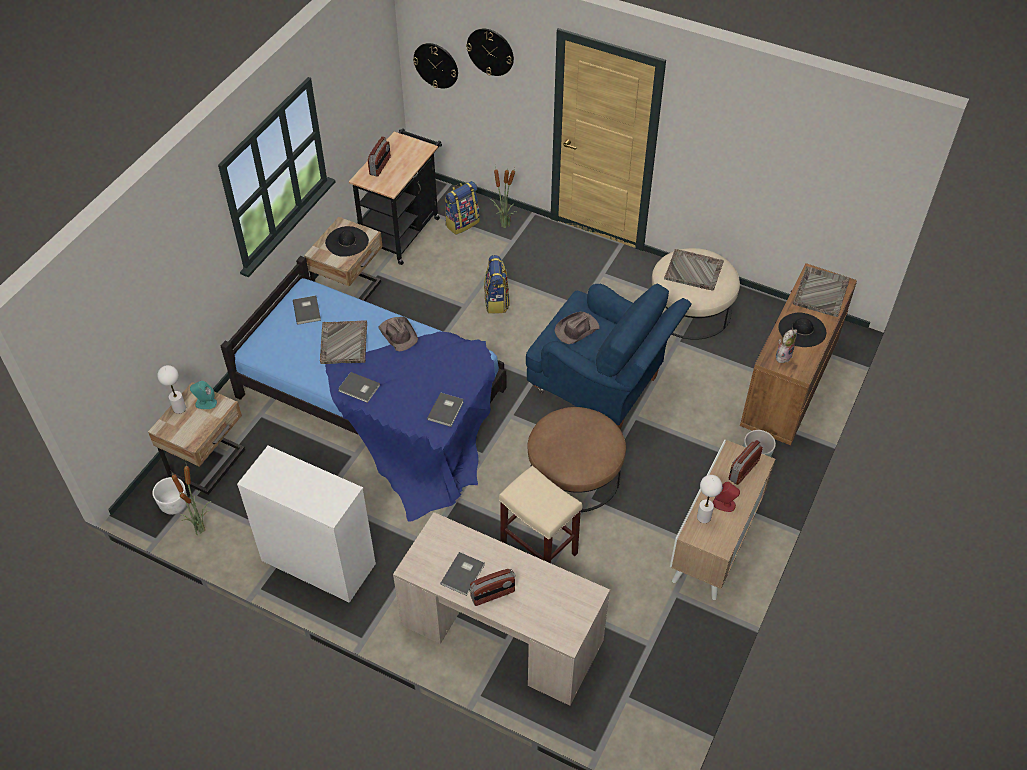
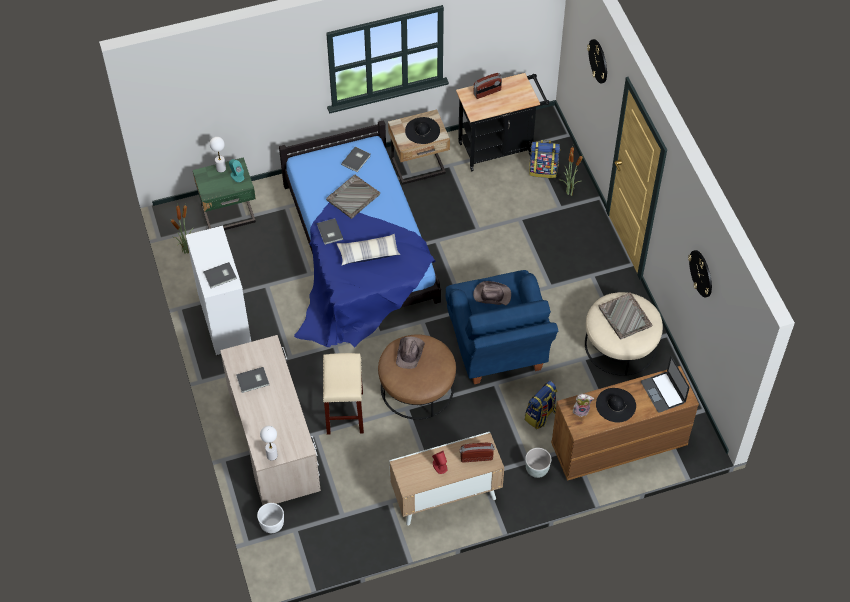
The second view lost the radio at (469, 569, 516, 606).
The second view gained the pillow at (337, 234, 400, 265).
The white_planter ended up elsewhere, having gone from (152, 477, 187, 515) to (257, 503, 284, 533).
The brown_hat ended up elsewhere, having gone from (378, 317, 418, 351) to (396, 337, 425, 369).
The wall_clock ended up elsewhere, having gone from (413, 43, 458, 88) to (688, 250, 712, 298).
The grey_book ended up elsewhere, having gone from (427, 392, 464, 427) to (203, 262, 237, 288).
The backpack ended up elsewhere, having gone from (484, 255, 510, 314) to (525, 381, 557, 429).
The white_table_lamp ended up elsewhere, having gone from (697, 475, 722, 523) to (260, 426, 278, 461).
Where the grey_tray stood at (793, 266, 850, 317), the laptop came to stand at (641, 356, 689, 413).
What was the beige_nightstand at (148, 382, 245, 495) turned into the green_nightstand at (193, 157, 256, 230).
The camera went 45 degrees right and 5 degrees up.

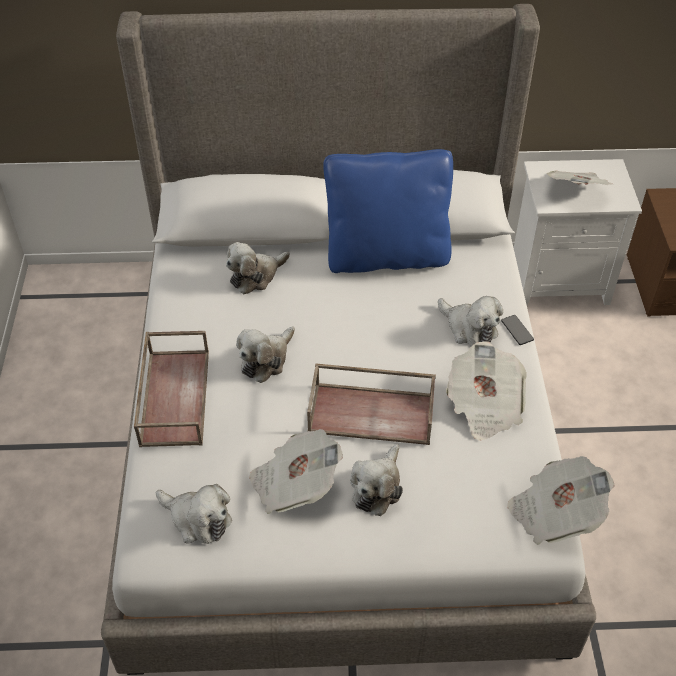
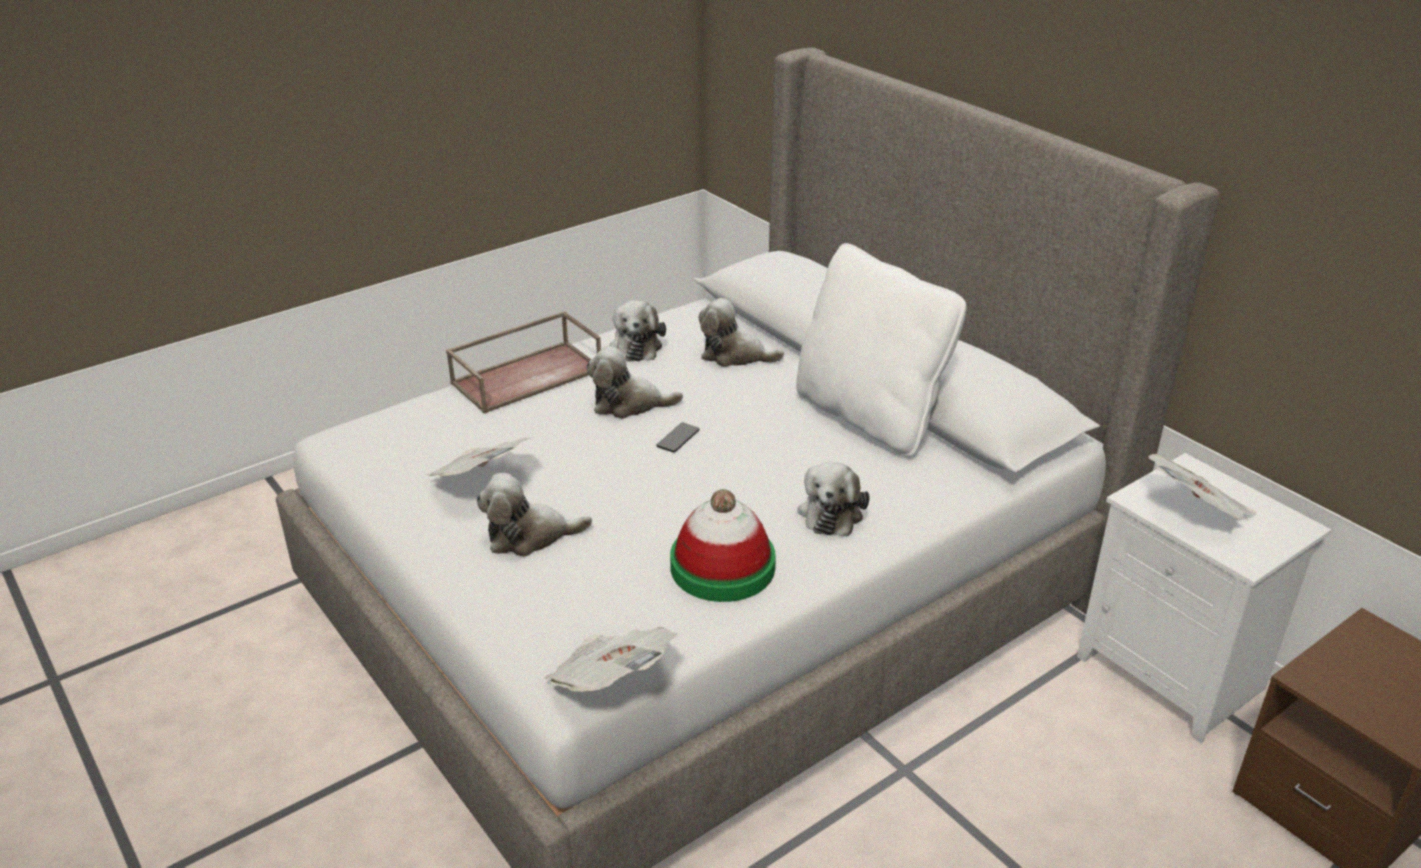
The second view lost the brown_tray at (307, 363, 436, 445).
The plush_toy ended up elsewhere, having gone from (156, 484, 232, 544) to (609, 300, 666, 362).
The phone ended up elsewhere, having gone from (501, 315, 534, 345) to (656, 423, 700, 452).
Where the newspaper stood at (446, 341, 527, 441), the hat came to stand at (670, 489, 776, 602).
What was the blue_pillow at (323, 149, 453, 273) turned into the white_pillow at (796, 243, 967, 457).
The camera went 55 degrees right and 15 degrees down.

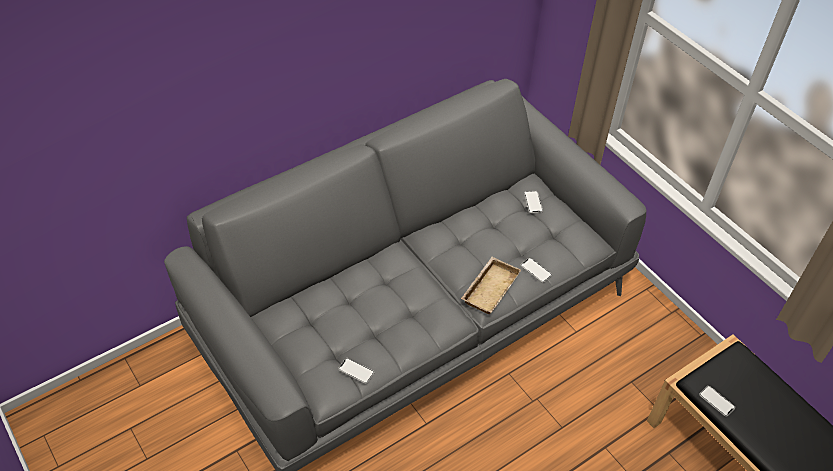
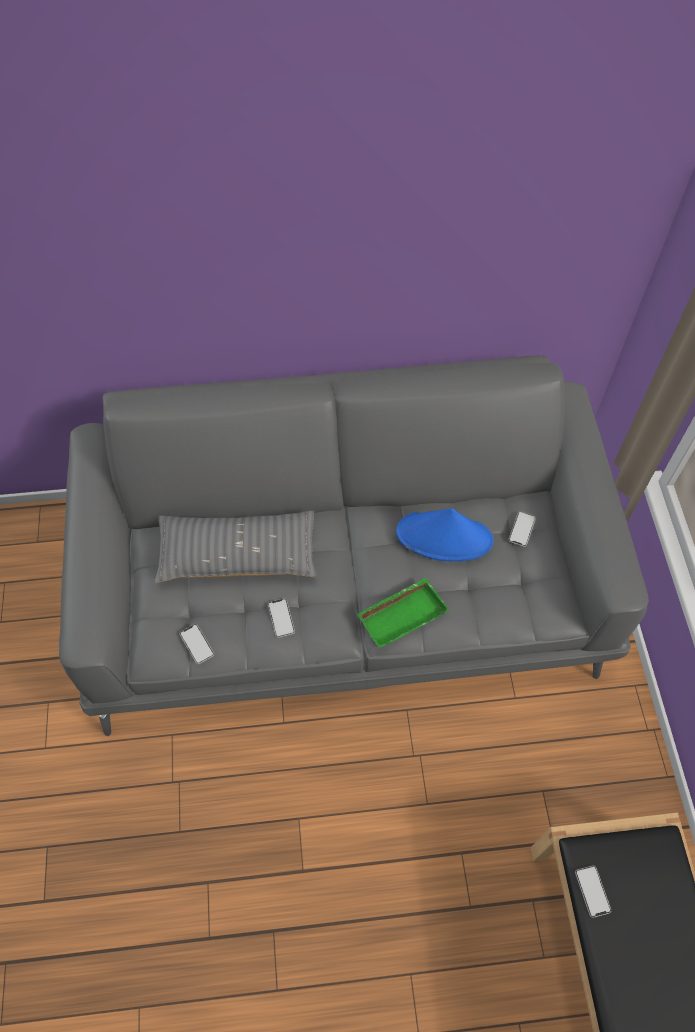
The second view gained the grey_pillow at (154, 511, 317, 583).
The second view gained the blue_hat at (396, 508, 494, 562).
The phone ended up elsewhere, having gone from (521, 258, 552, 283) to (268, 598, 295, 638).
What was the beige_tray at (461, 257, 521, 314) turned into the green_tray at (357, 578, 449, 648).
The camera went 30 degrees right and 10 degrees up.

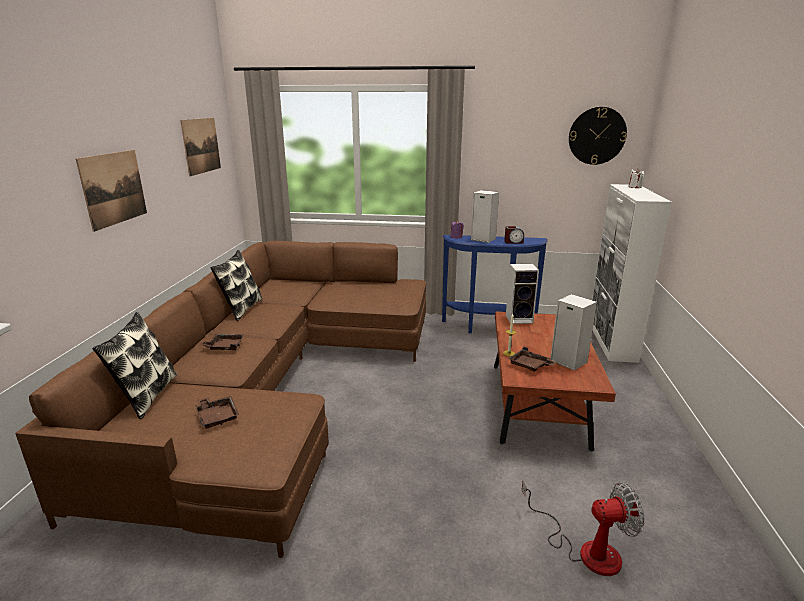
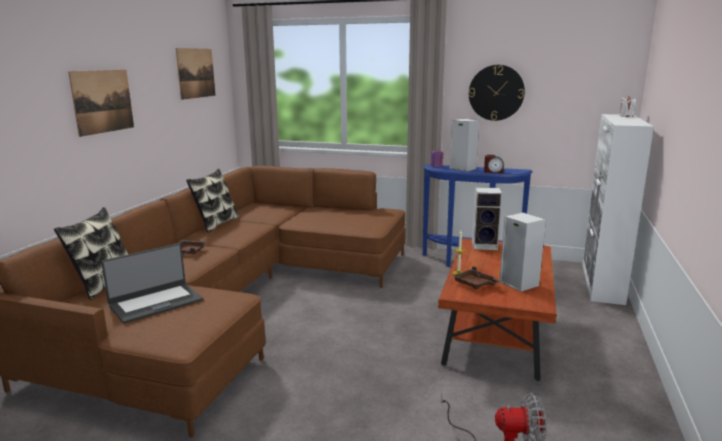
The wall_clock ended up elsewhere, having gone from (569, 107, 627, 165) to (469, 65, 525, 121).
Where the brown_tray stood at (195, 396, 239, 429), the laptop came to stand at (101, 243, 203, 324).
The camera went 10 degrees right and 5 degrees down.

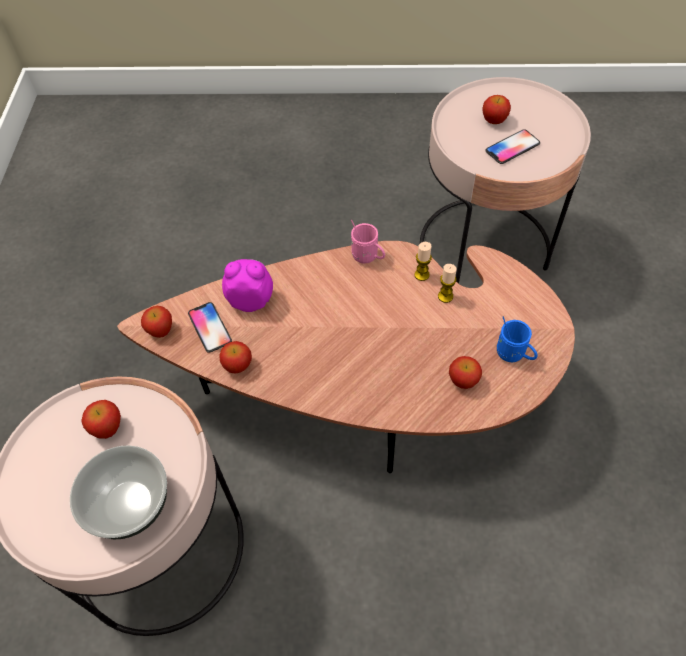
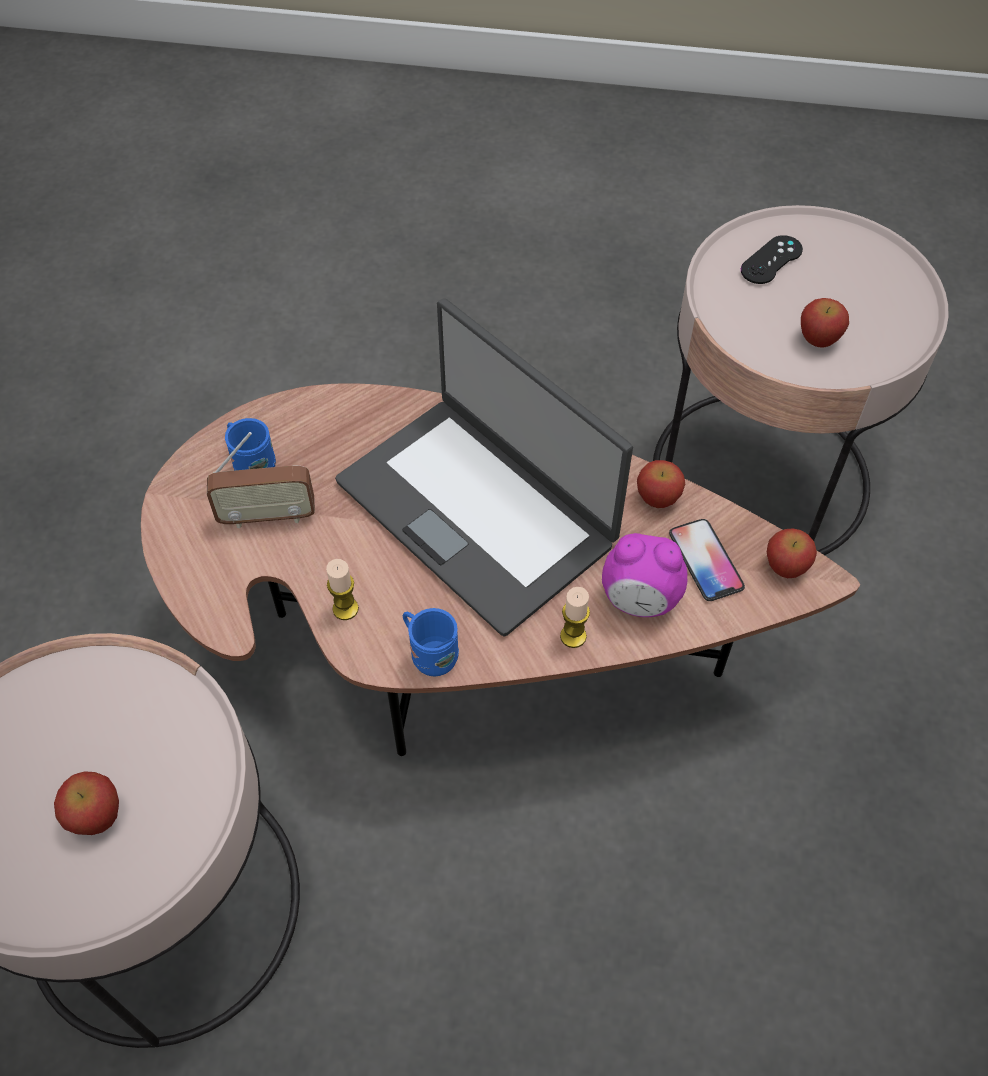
The second view lost the apple at (449, 356, 482, 389).
The second view lost the phone at (485, 129, 540, 164).
The second view gained the radio at (207, 432, 315, 528).
The second view gained the laptop at (335, 298, 633, 637).
The candle ended up elsewhere, having gone from (438, 264, 457, 303) to (560, 587, 590, 648).
Where the bowl stood at (70, 445, 167, 539), the black_game_controller came to stand at (741, 235, 803, 284).
What was the pink_mug at (351, 220, 385, 264) turned into the blue_mug at (403, 608, 459, 677).
The camera went 175 degrees left and 0 degrees up.

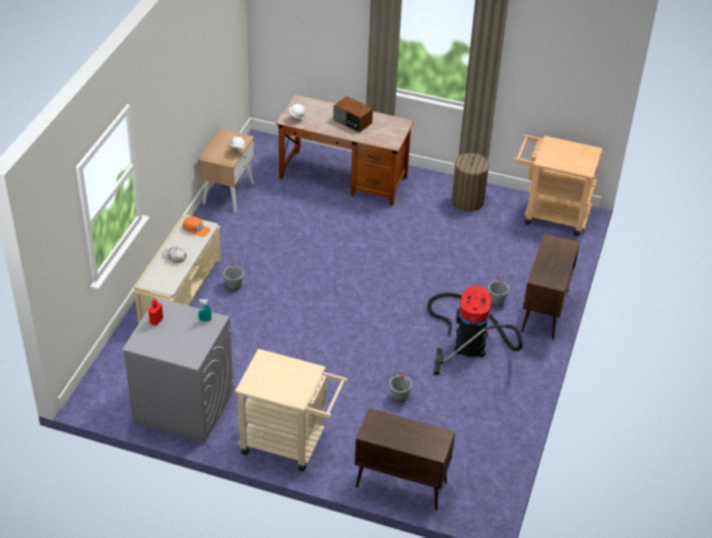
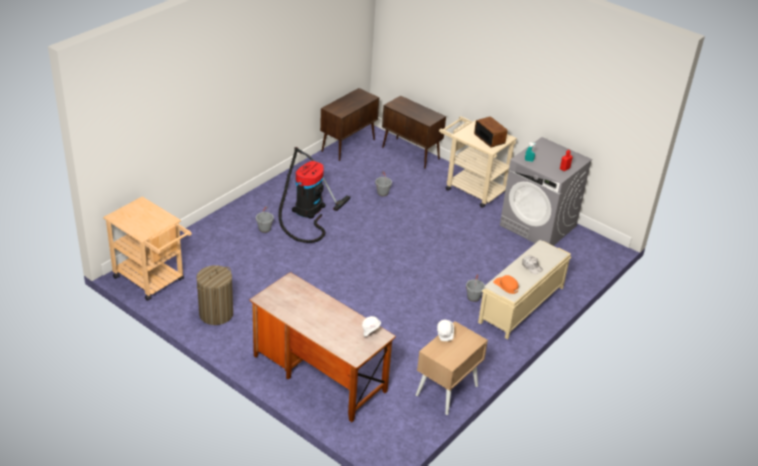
The radio ended up elsewhere, having gone from (333, 96, 373, 132) to (474, 116, 507, 148).
The brown_cabinet ended up elsewhere, having gone from (521, 234, 580, 340) to (320, 88, 379, 161).
The camera went 160 degrees left and 5 degrees down.

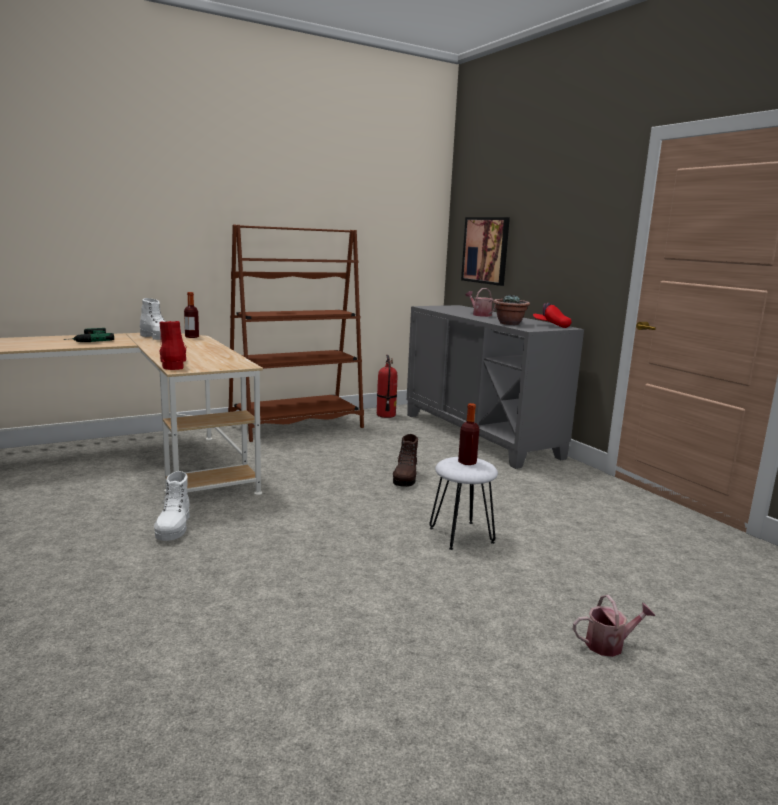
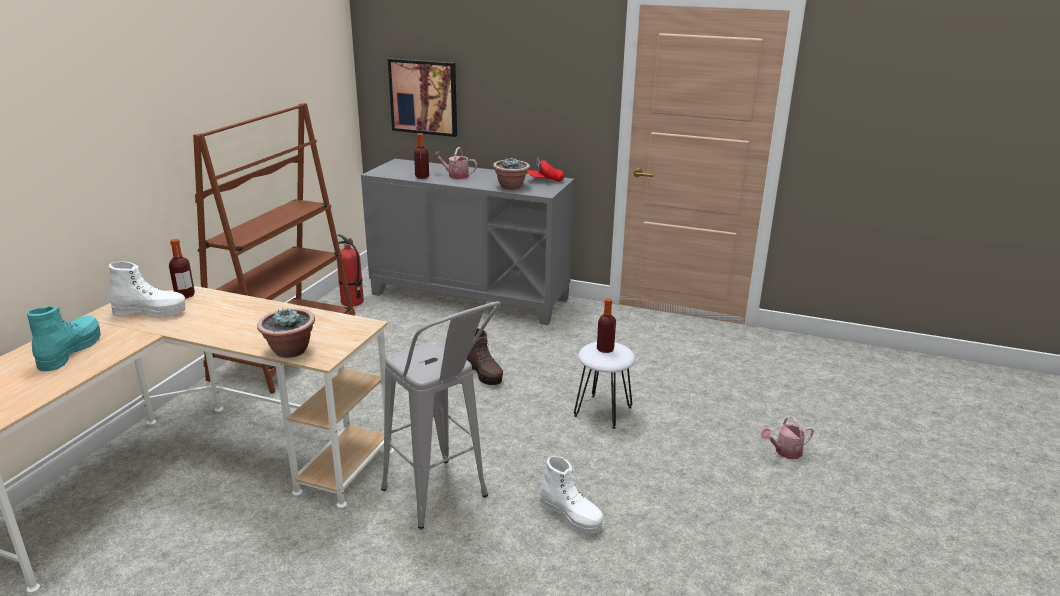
The second view gained the grey_stool at (381, 301, 501, 529).
The second view gained the bottle at (414, 133, 429, 179).
The white_boot ended up elsewhere, having gone from (154, 471, 190, 541) to (540, 456, 603, 534).
Where the power_drill stood at (64, 328, 114, 342), the turquoise_boot came to stand at (27, 306, 101, 371).
Where the red_boot stood at (159, 321, 187, 370), the potted_plant came to stand at (257, 308, 315, 358).
The watering_can at (573, 595, 655, 657) ended up facing another way, 150 degrees counterclockwise from before.
The camera went 40 degrees left and 10 degrees up.

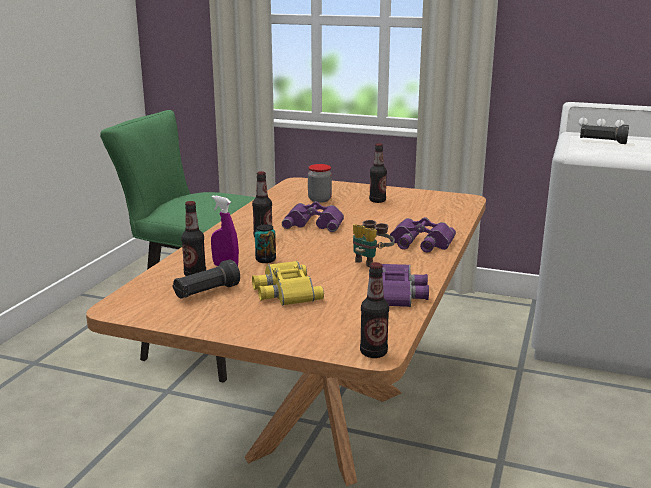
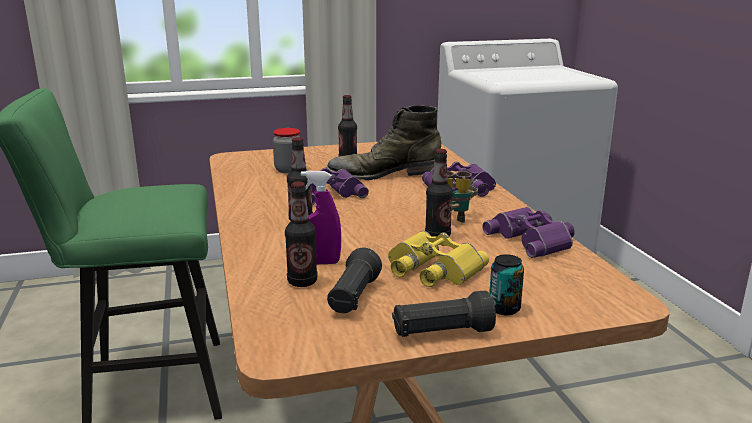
The second view gained the green_boot at (326, 105, 441, 180).
The can ended up elsewhere, having gone from (255, 224, 276, 263) to (489, 254, 524, 315).
The bottle ended up elsewhere, having gone from (360, 262, 389, 358) to (425, 149, 453, 237).
The black_flashlight ended up elsewhere, having gone from (580, 124, 629, 144) to (392, 290, 496, 337).
The camera went 35 degrees left and 0 degrees up.

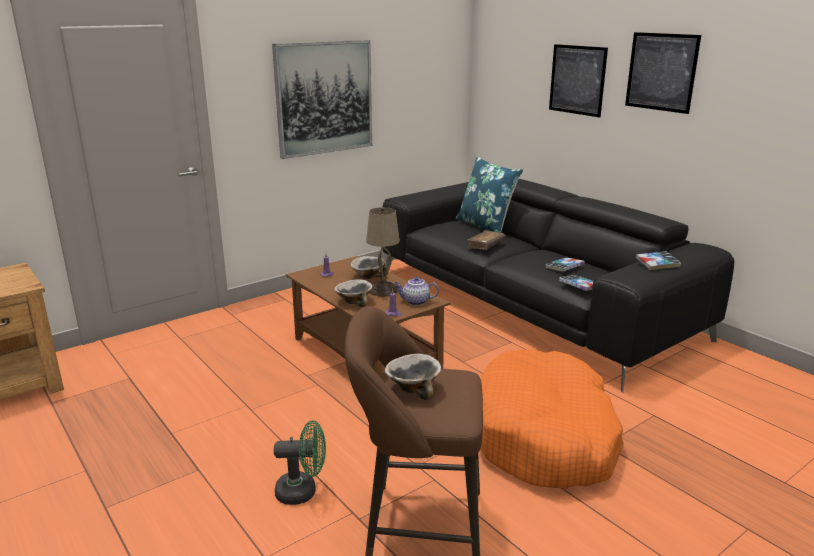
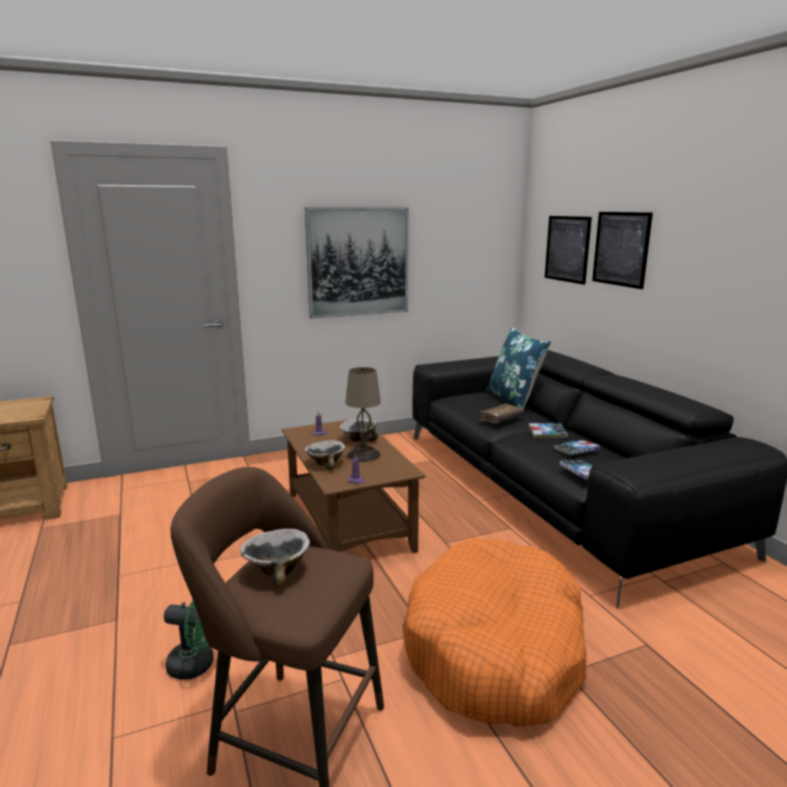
The second view lost the teapot at (394, 277, 439, 305).
The picture ended up elsewhere, having gone from (625, 32, 701, 114) to (545, 216, 592, 285).
The book ended up elsewhere, having gone from (636, 251, 681, 270) to (529, 423, 568, 439).
The camera went 15 degrees right and 5 degrees down.

